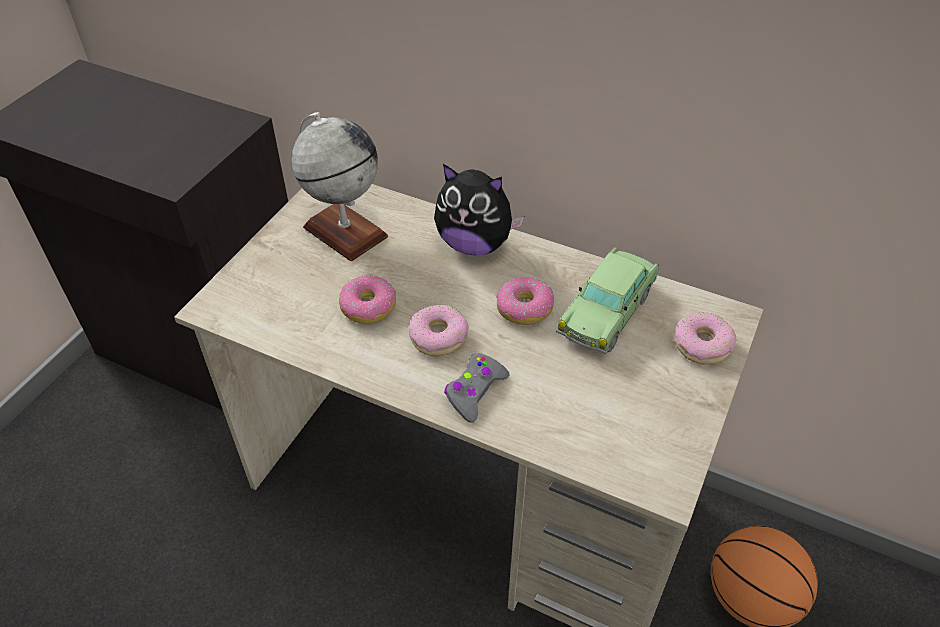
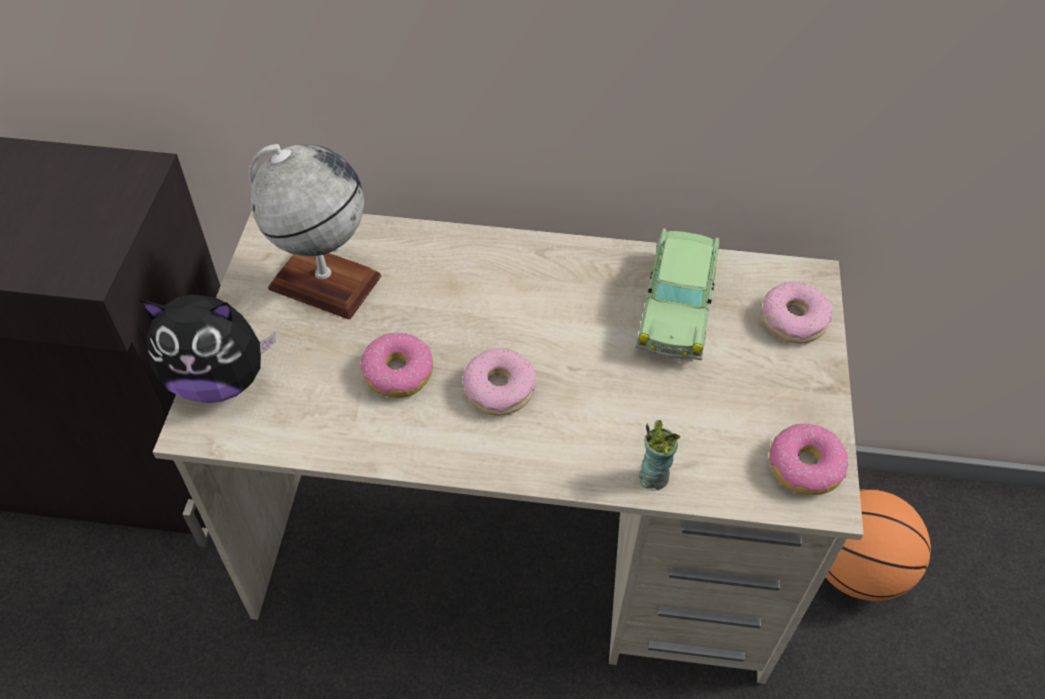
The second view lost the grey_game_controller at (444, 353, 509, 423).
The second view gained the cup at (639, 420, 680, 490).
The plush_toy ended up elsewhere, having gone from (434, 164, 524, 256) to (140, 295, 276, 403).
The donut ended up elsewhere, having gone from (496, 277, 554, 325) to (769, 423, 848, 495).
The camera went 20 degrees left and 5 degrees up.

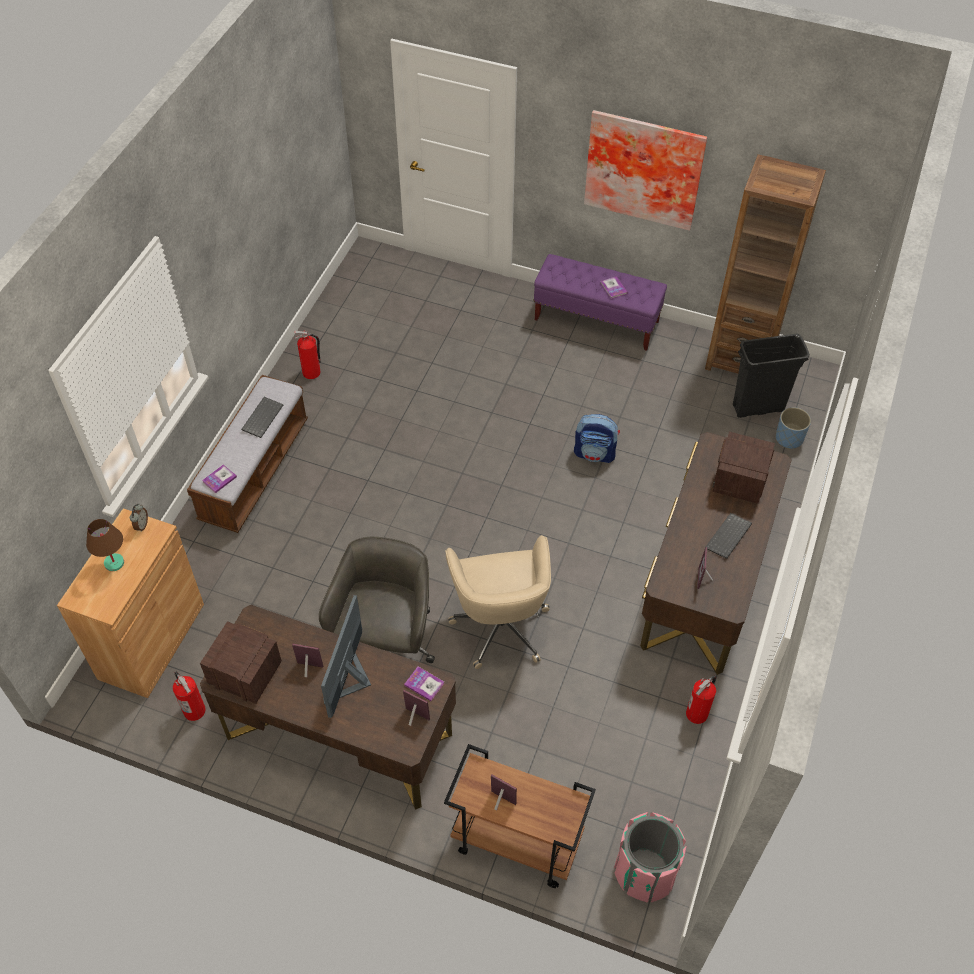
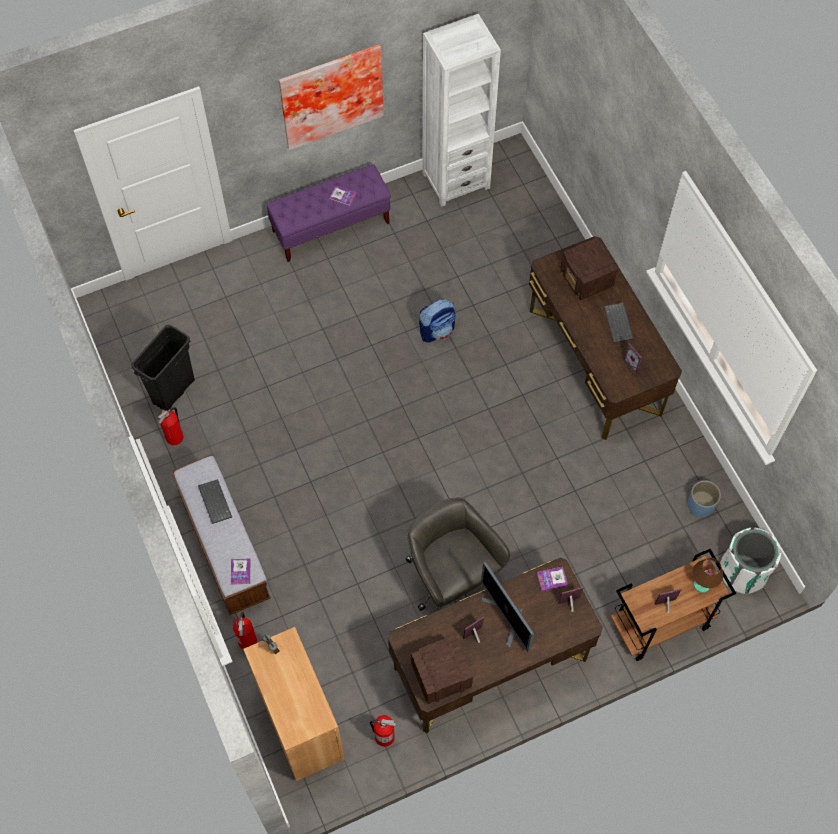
The second view lost the beige_office_chair at (445, 535, 551, 669).
The brown_table_lamp ended up elsewhere, having gone from (86, 519, 124, 571) to (693, 558, 723, 593).
The fire_extinguisher ended up elsewhere, having gone from (686, 676, 716, 724) to (233, 612, 257, 649).
The black_trash_can ended up elsewhere, having gone from (733, 334, 810, 418) to (131, 325, 195, 411).
The blue_planter ended up elsewhere, having gone from (776, 407, 811, 449) to (688, 480, 721, 517).
What was the pink_trash_can at (614, 812, 687, 902) turned into the white_trash_can at (719, 527, 782, 594).
What was the brown_bookcase at (705, 154, 826, 374) turned into the white_bookcase at (422, 14, 501, 207).
The camera went 45 degrees left and 10 degrees up.

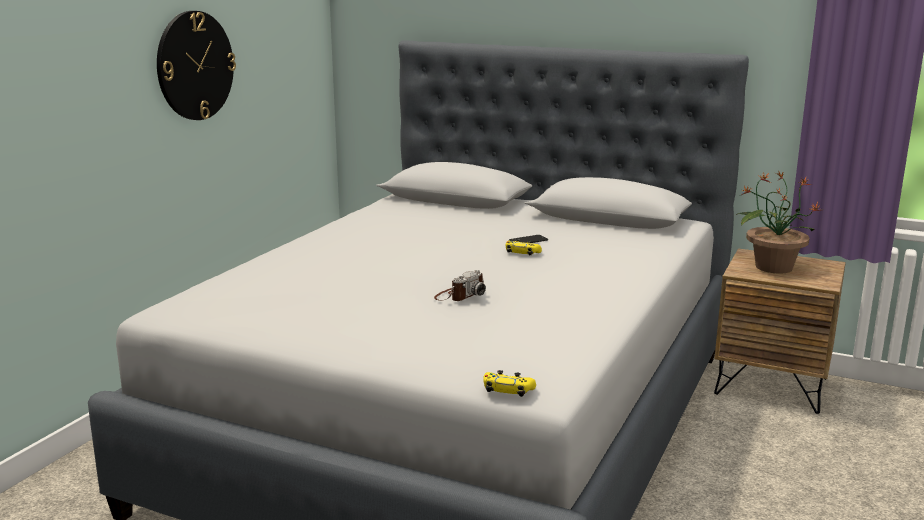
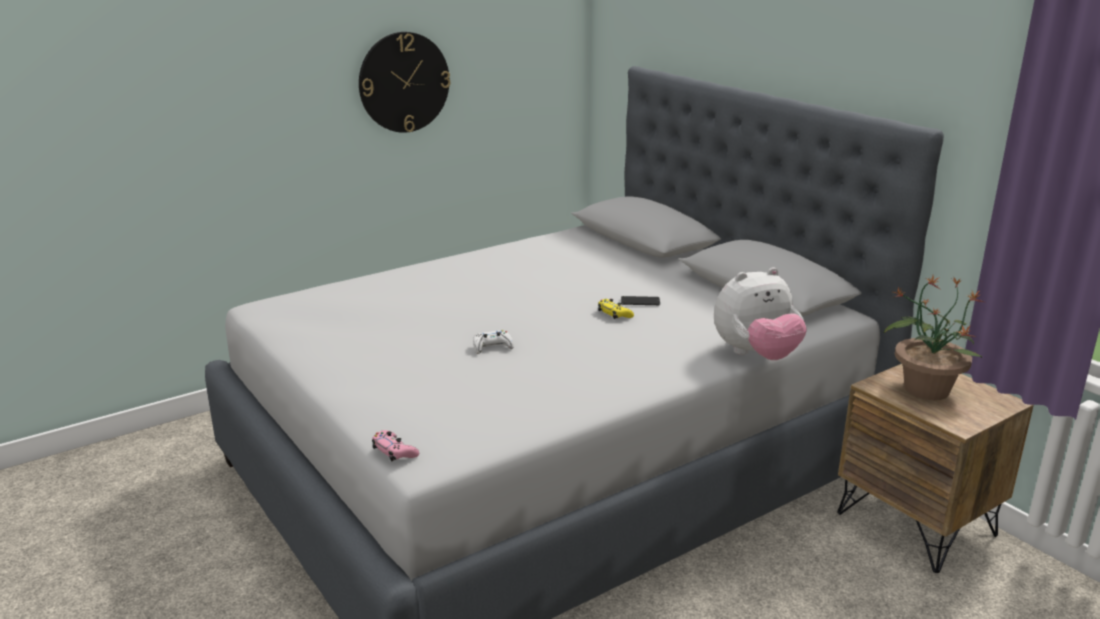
The second view gained the plush_toy at (714, 267, 807, 360).
Where the photo_camera stood at (434, 270, 486, 301), the white_game_controller came to stand at (473, 330, 514, 354).
What was the yellow_game_controller at (483, 370, 536, 397) turned into the pink_game_controller at (372, 430, 419, 462).
The camera went 30 degrees right and 5 degrees up.

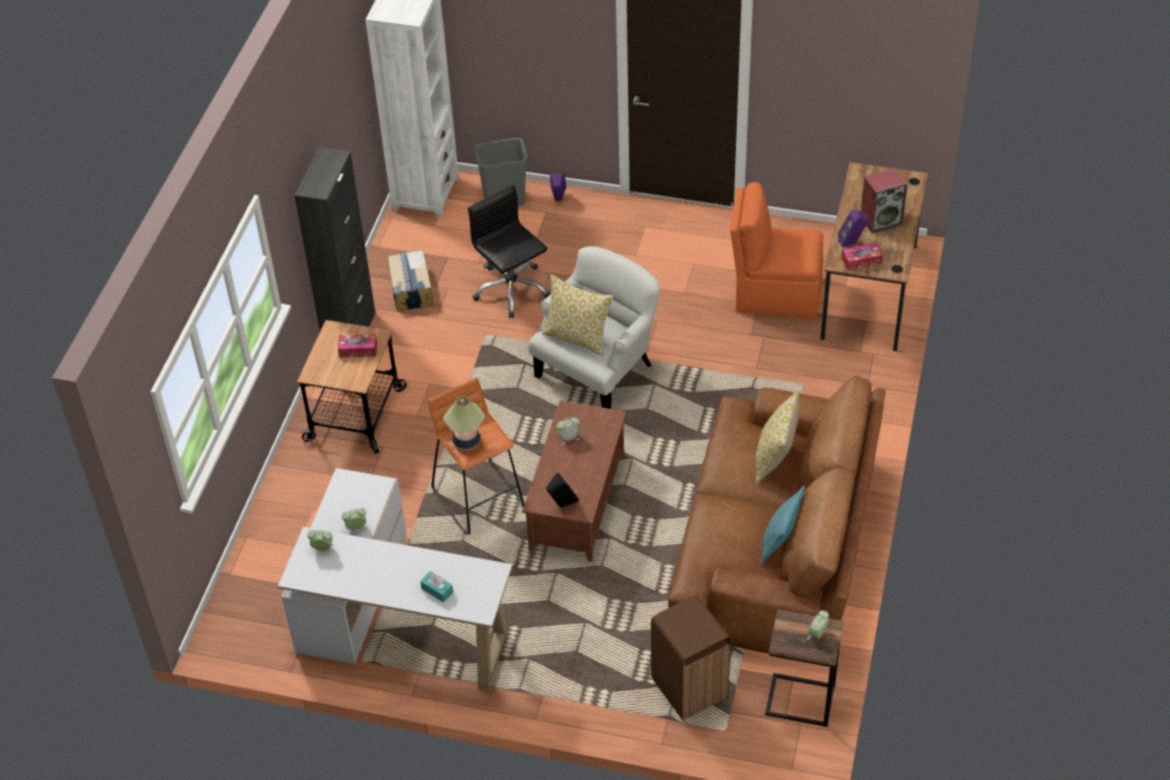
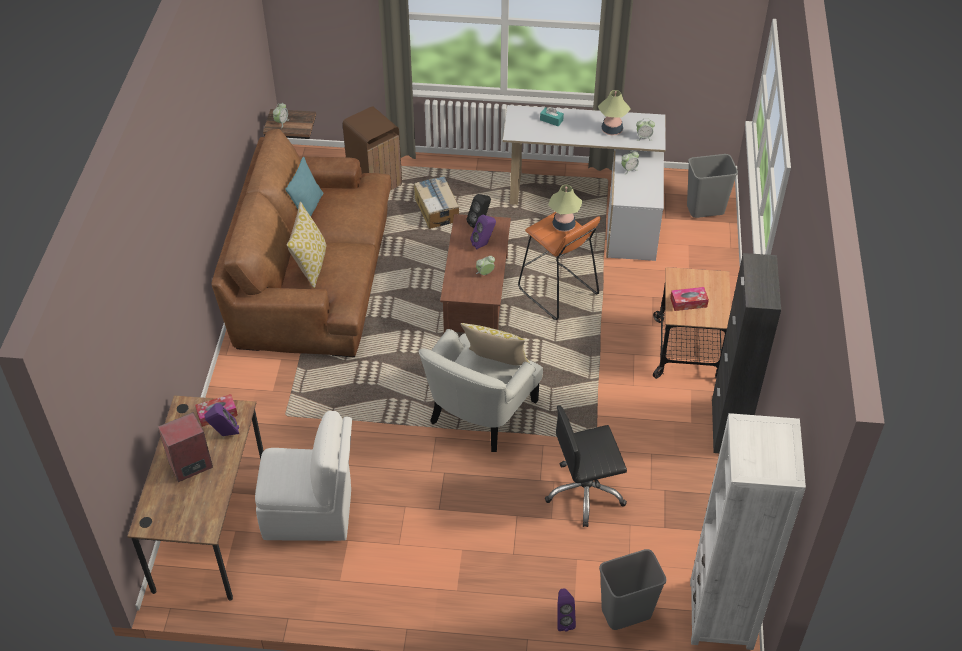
The second view gained the purple_speaker at (470, 215, 496, 249).
The second view gained the table_lamp at (598, 90, 630, 135).
The second view gained the grey_trash_can at (687, 154, 738, 218).
The cardboard_box ended up elsewhere, having gone from (388, 250, 434, 311) to (414, 176, 459, 229).
What was the orange_chair at (730, 182, 823, 319) turned into the white_chair at (255, 411, 352, 541).
The black_office_chair at (468, 184, 551, 318) ended up facing another way, 120 degrees clockwise from before.
The camera went 170 degrees right and 0 degrees up.

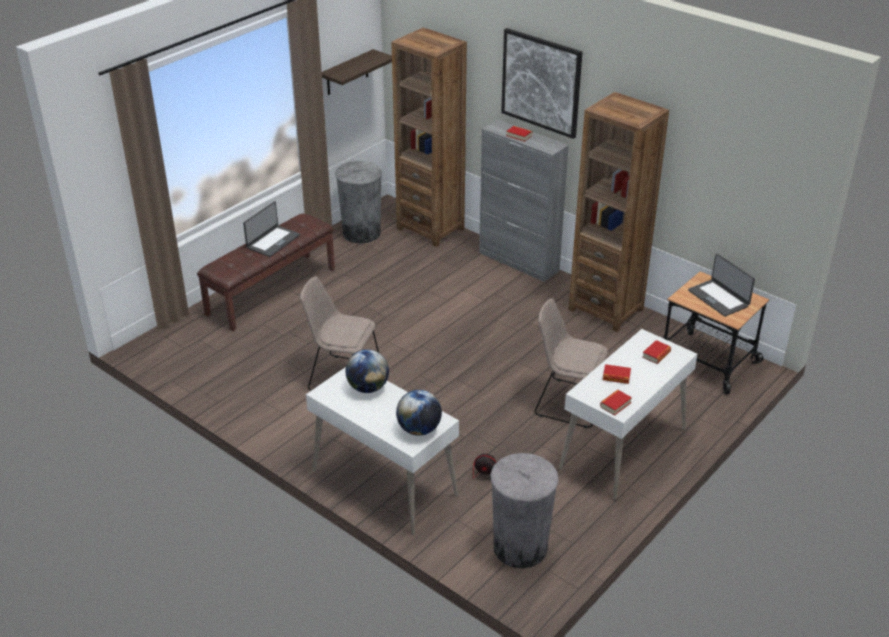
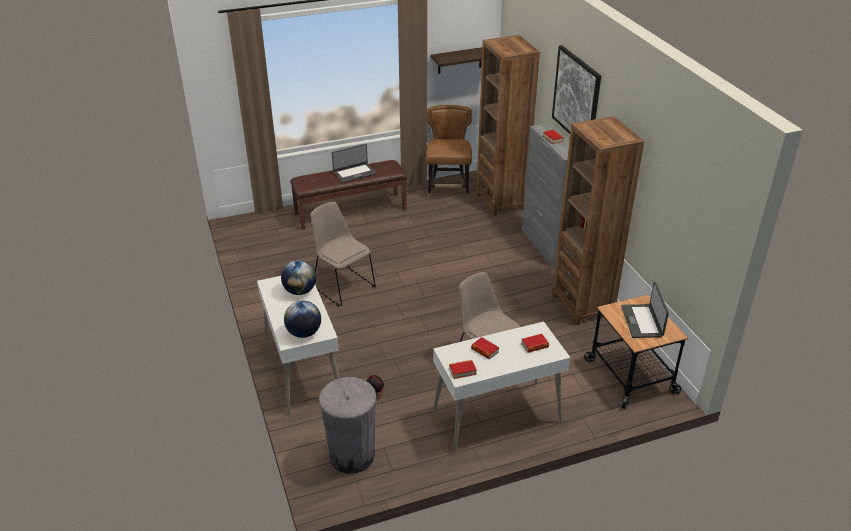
Where the grey_trash_can stood at (335, 161, 382, 243), the brown_chair came to stand at (426, 105, 472, 199).
The camera went 30 degrees right and 0 degrees up.

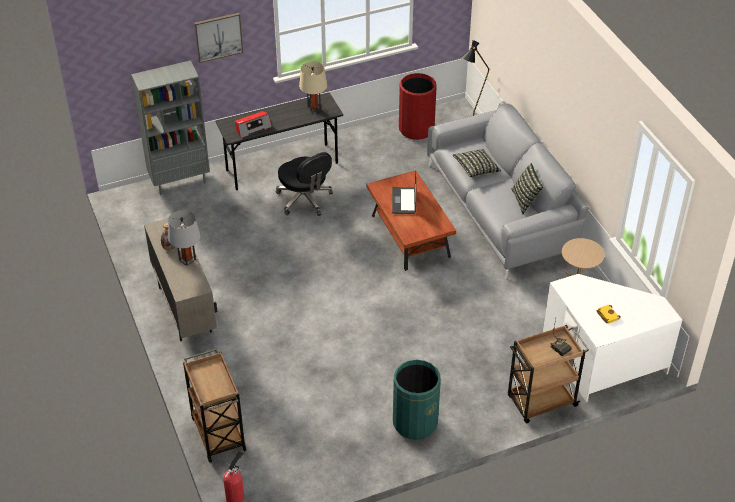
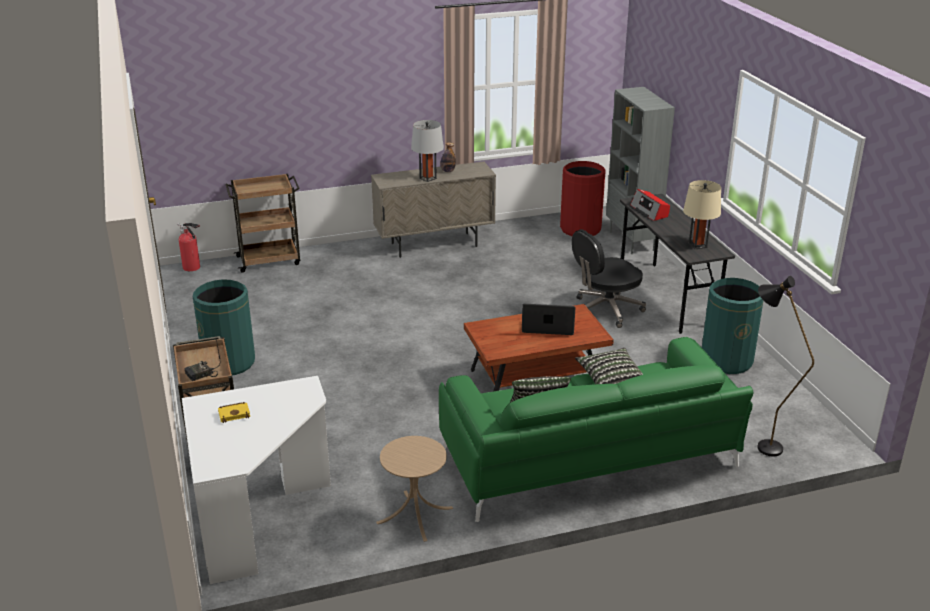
The second view lost the picture at (194, 13, 243, 63).
The second view gained the green_trash_can at (702, 278, 764, 374).
The red_trash_can ended up elsewhere, having gone from (399, 73, 437, 140) to (560, 161, 606, 236).
What was the grey_sofa at (427, 101, 589, 279) turned into the green_sofa at (439, 337, 753, 522).
The camera went 95 degrees right and 15 degrees down.

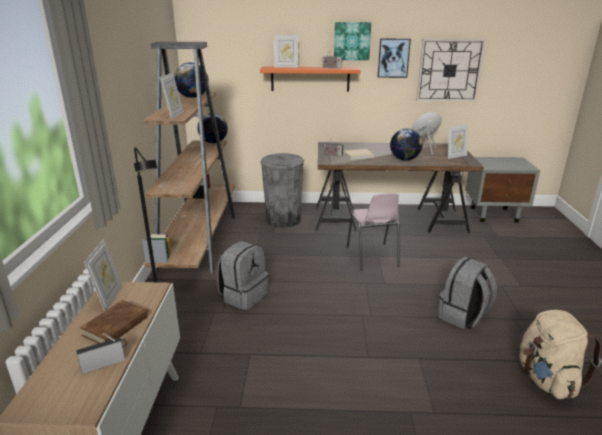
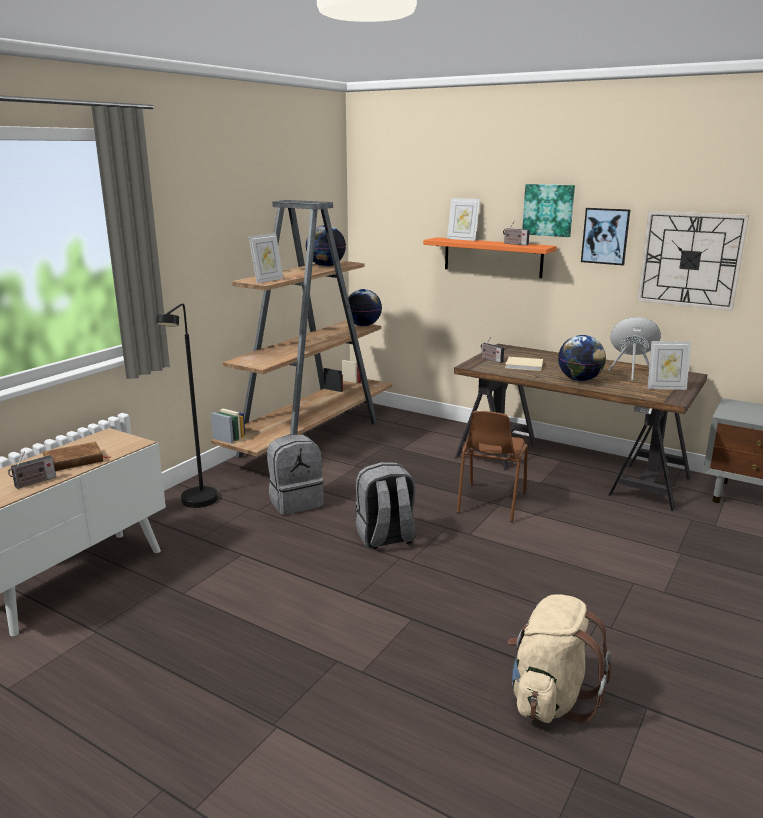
The second view lost the picture_frame at (84, 239, 122, 311).
The second view lost the grey_trash_can at (261, 153, 304, 228).
The grey_backpack ended up elsewhere, having gone from (438, 257, 497, 329) to (355, 462, 415, 549).
What was the pink_chair at (347, 193, 400, 270) turned into the brown_chair at (457, 411, 528, 522).
The radio at (76, 333, 127, 374) ended up facing another way, 135 degrees clockwise from before.
The camera went 30 degrees right and 5 degrees down.

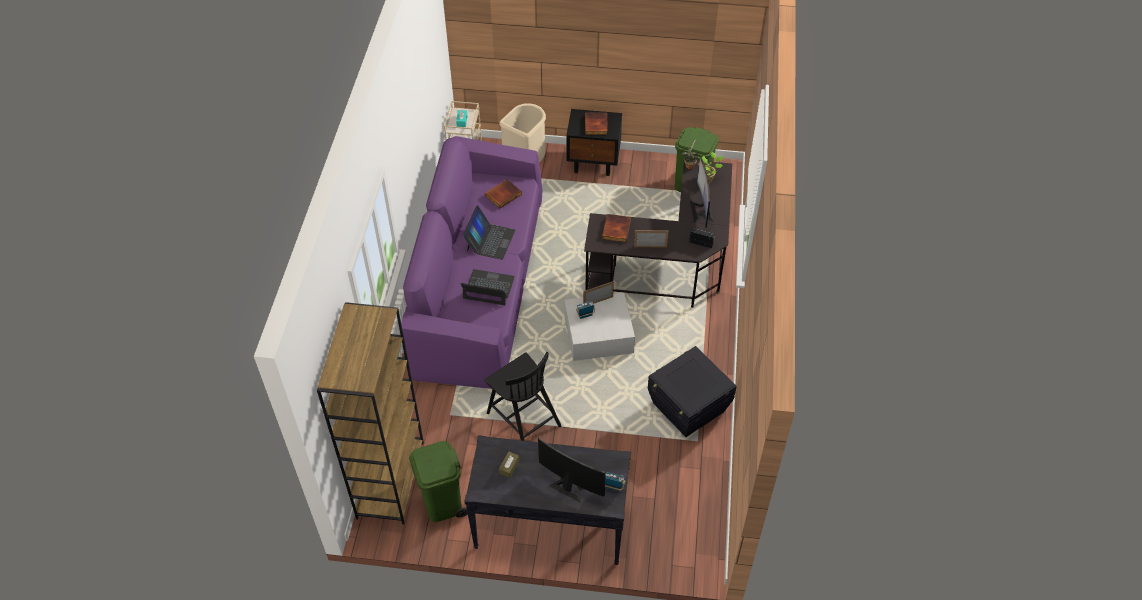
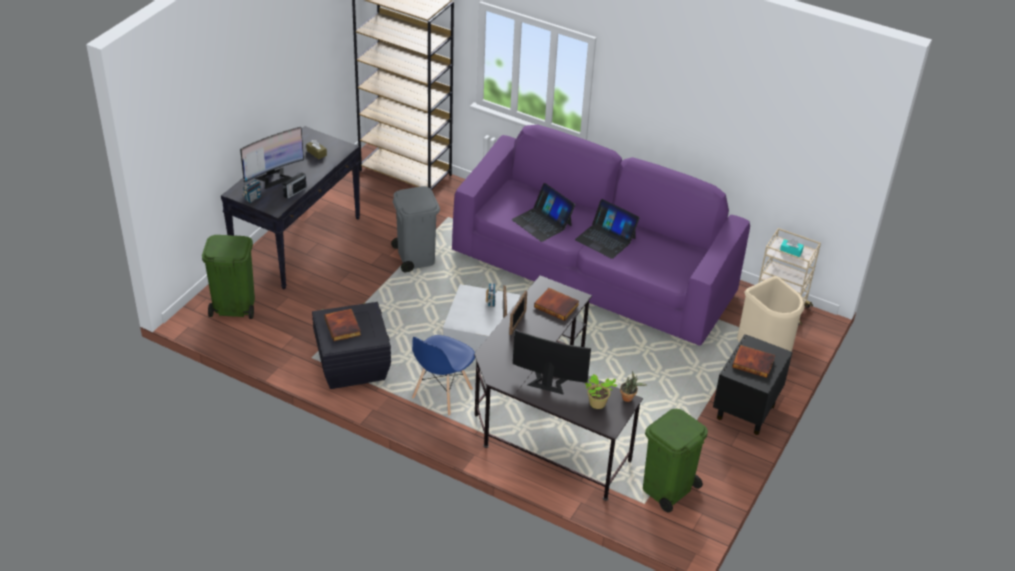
The second view gained the blue_chair at (412, 335, 475, 416).
The green_trash_can ended up elsewhere, having gone from (409, 441, 468, 522) to (202, 235, 255, 319).
The book ended up elsewhere, having gone from (485, 179, 522, 208) to (324, 309, 361, 341).
The radio ended up elsewhere, having gone from (689, 228, 715, 248) to (283, 172, 307, 199).
Where the black_chair stood at (485, 352, 561, 441), the grey_trash_can came to stand at (391, 186, 440, 272).
The laptop at (460, 269, 515, 305) ended up facing another way, 105 degrees clockwise from before.
The camera went 110 degrees right and 10 degrees down.

